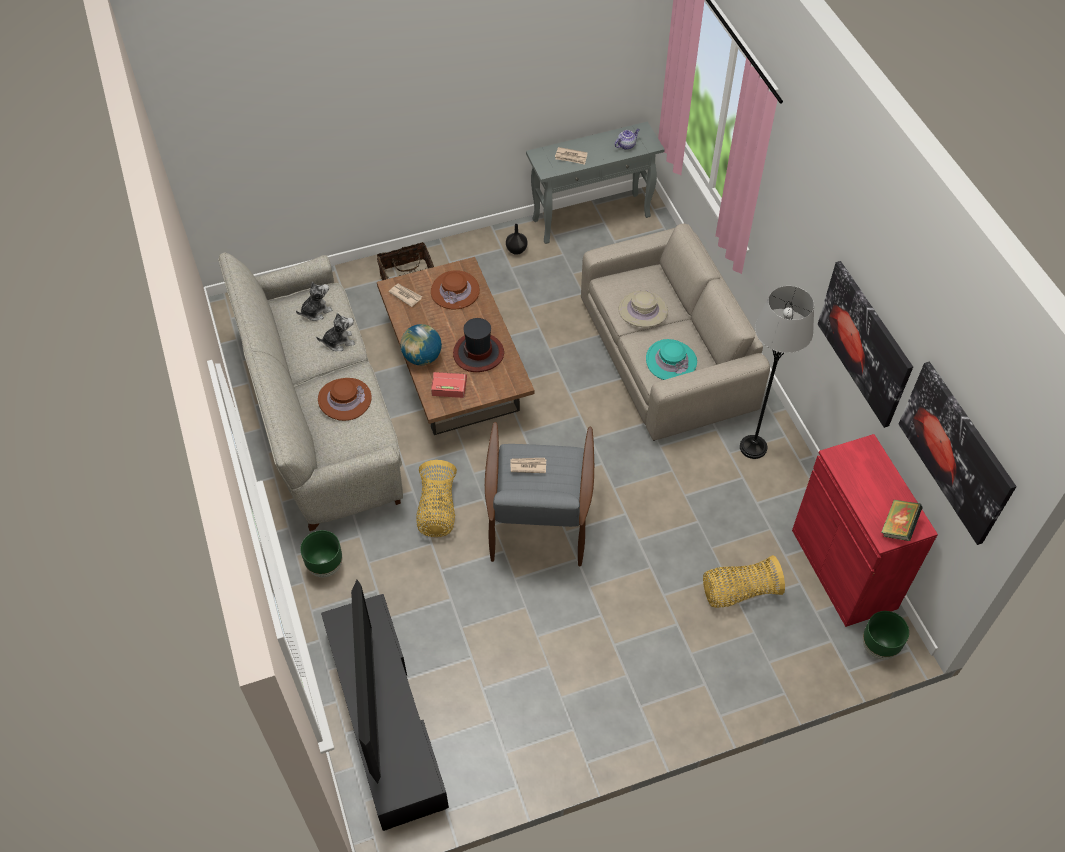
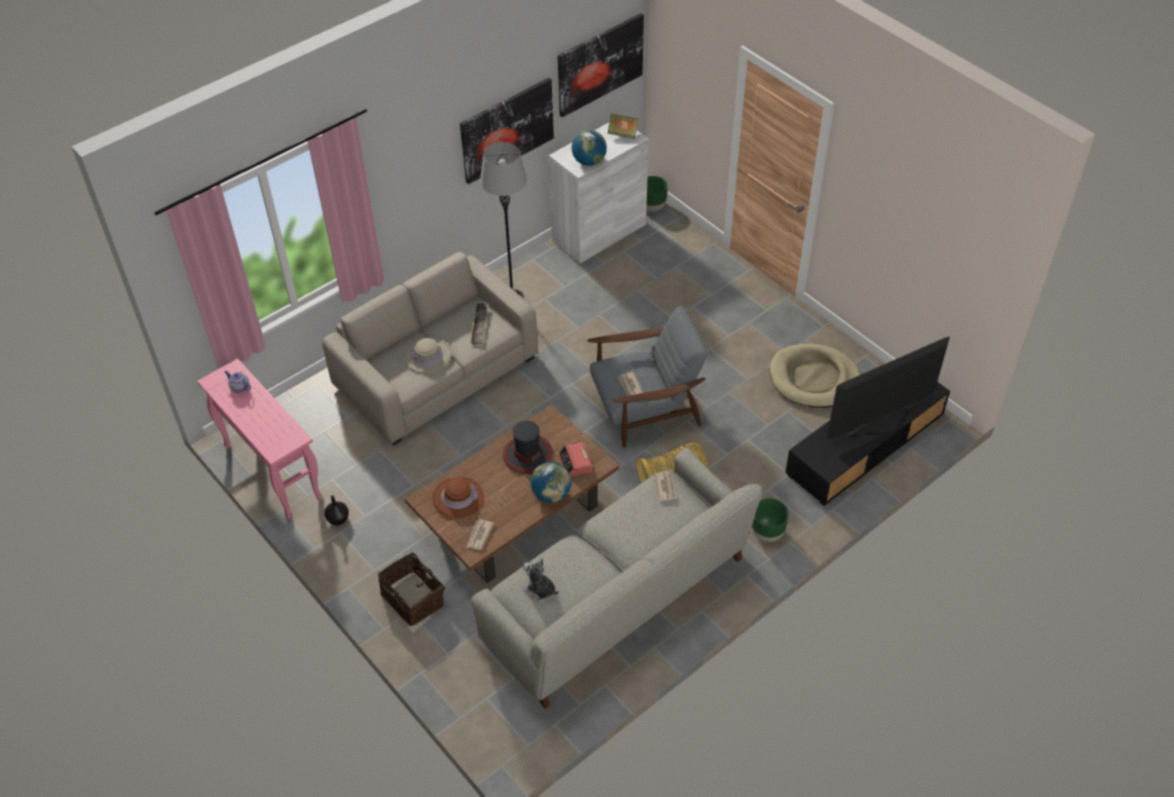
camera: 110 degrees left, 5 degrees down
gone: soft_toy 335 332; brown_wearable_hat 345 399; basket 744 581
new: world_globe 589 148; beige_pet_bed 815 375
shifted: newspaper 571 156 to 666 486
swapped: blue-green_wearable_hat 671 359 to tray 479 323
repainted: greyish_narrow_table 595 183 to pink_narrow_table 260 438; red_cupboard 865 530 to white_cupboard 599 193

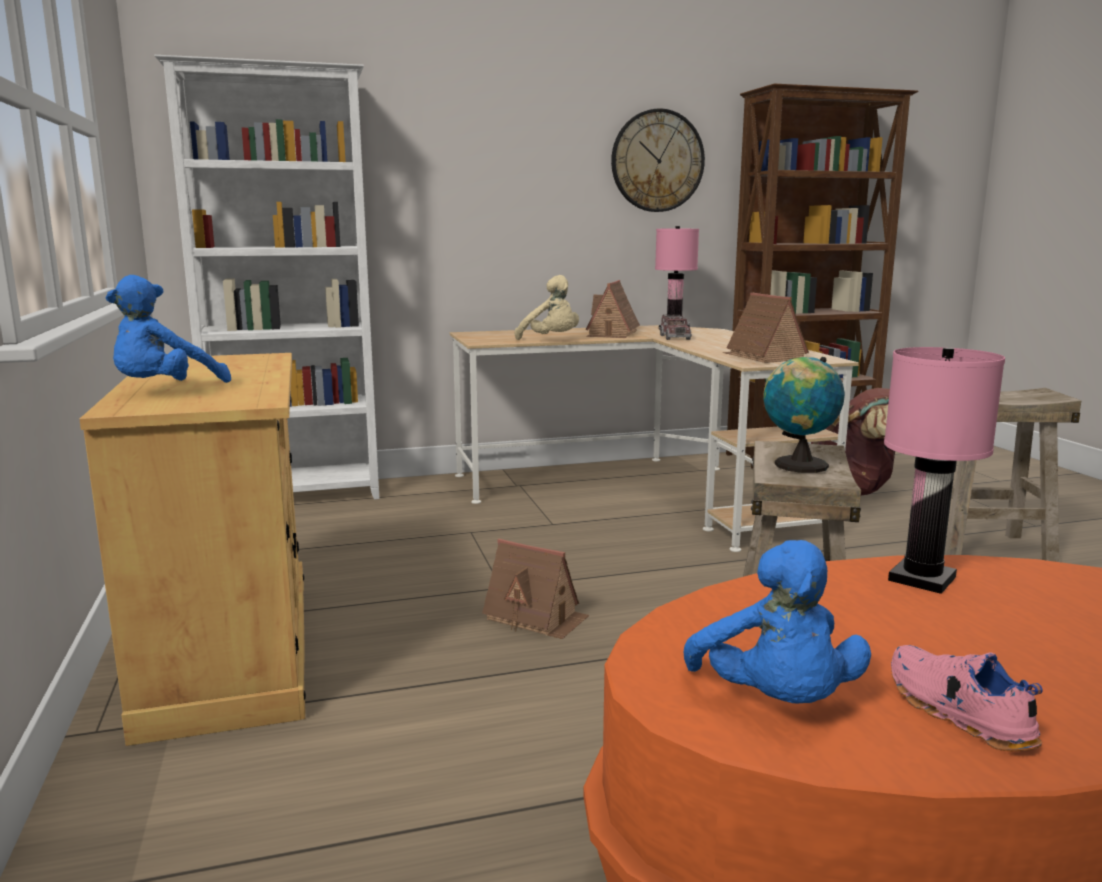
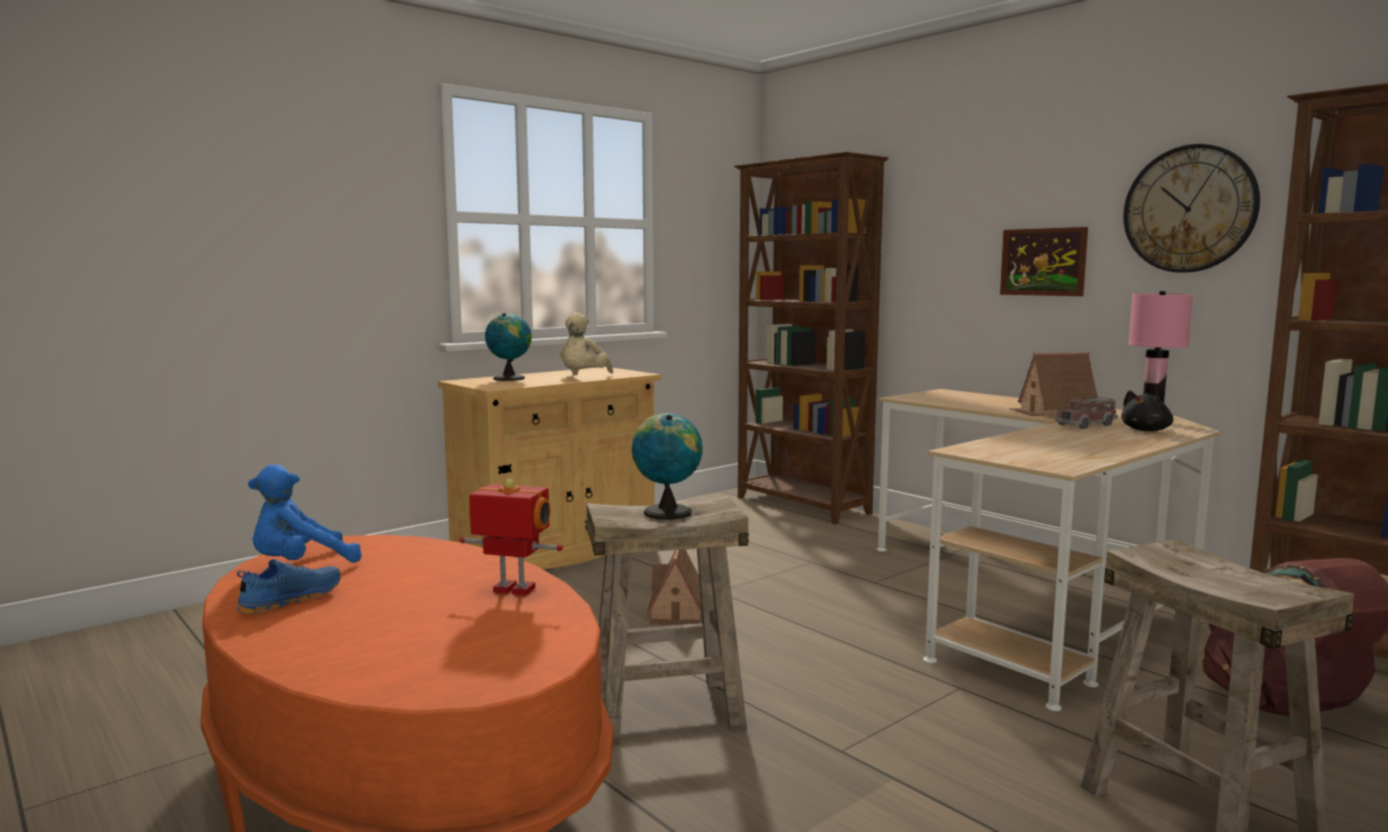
camera: 65 degrees right, 5 degrees down
gone: miniature_house 766 328
new: wall_picture 1044 261; black_soft_toy 1147 411
shifted: beige_soft_toy 546 307 to 586 343
swapped: bluish_soft_toy 168 329 to world_globe 508 347; pink_lamp_for_a_table 944 470 to robot_figure 511 537
repainted: white_shelving_unit 267 277 to brown_shelving_unit 811 338; pink_item_of_footwear 967 698 to bluish_item_of_footwear 289 587

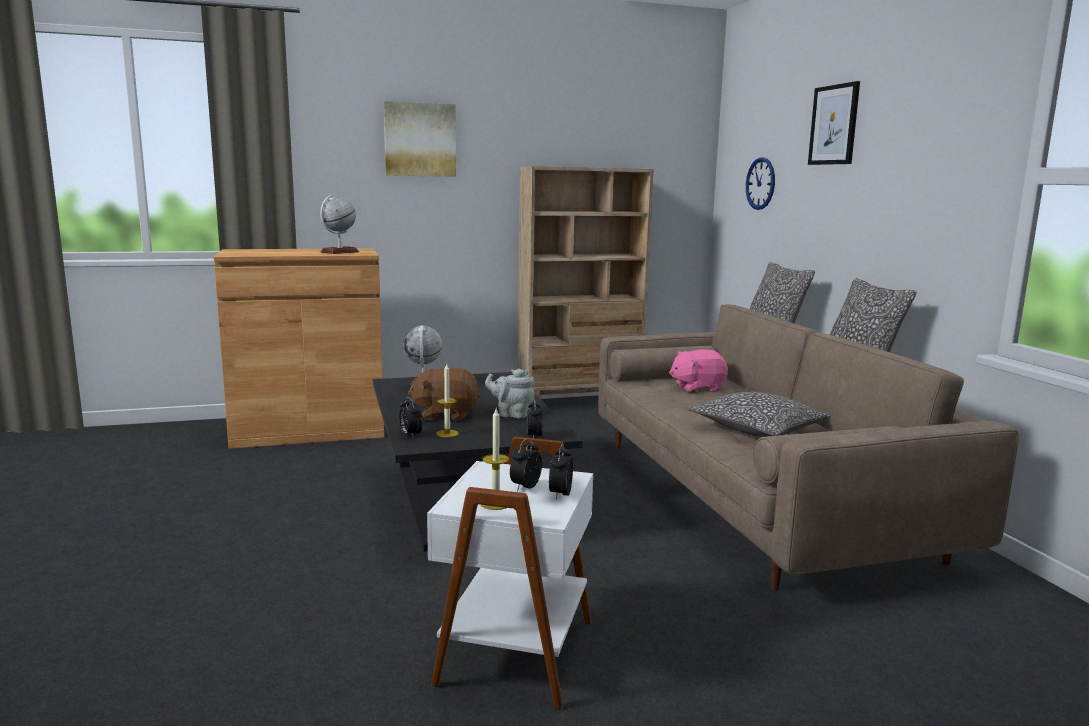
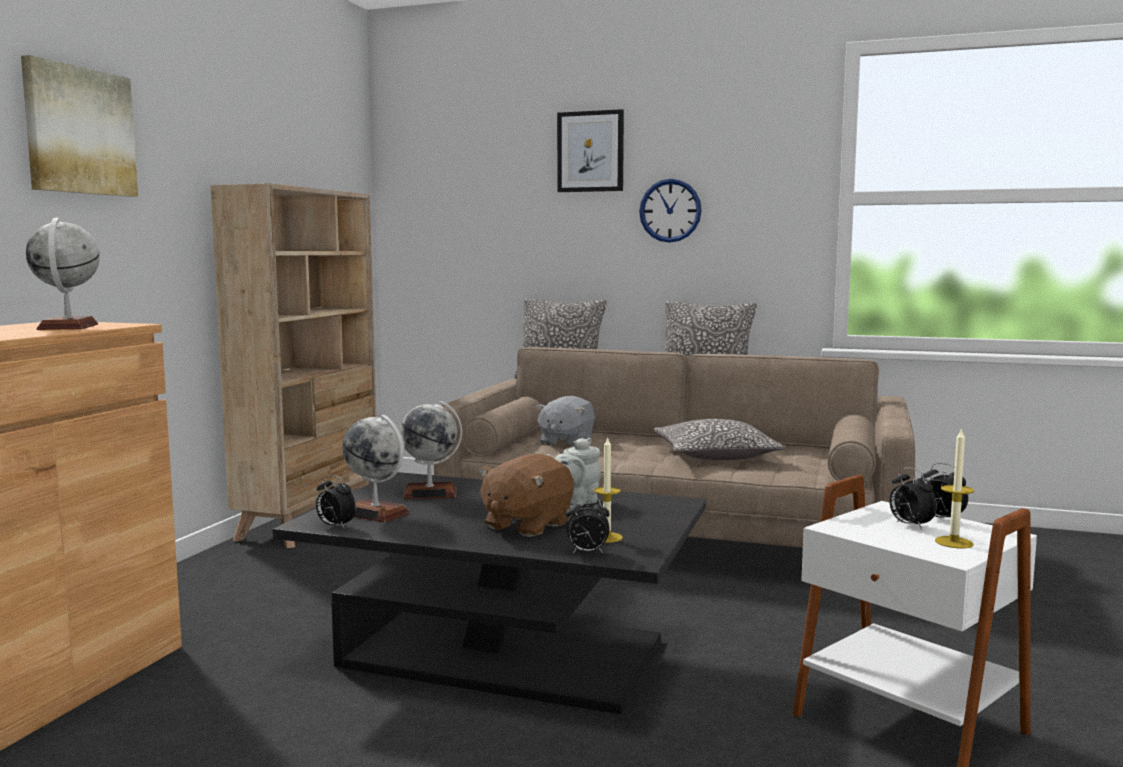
camera: 55 degrees left, 5 degrees down
new: world_globe 431 450
shifted: bedside_clock 534 418 to 336 502; clock_on_the_wall 760 183 to 670 211
repainted: pink_soft_toy 698 371 to greyish_soft_toy 565 421

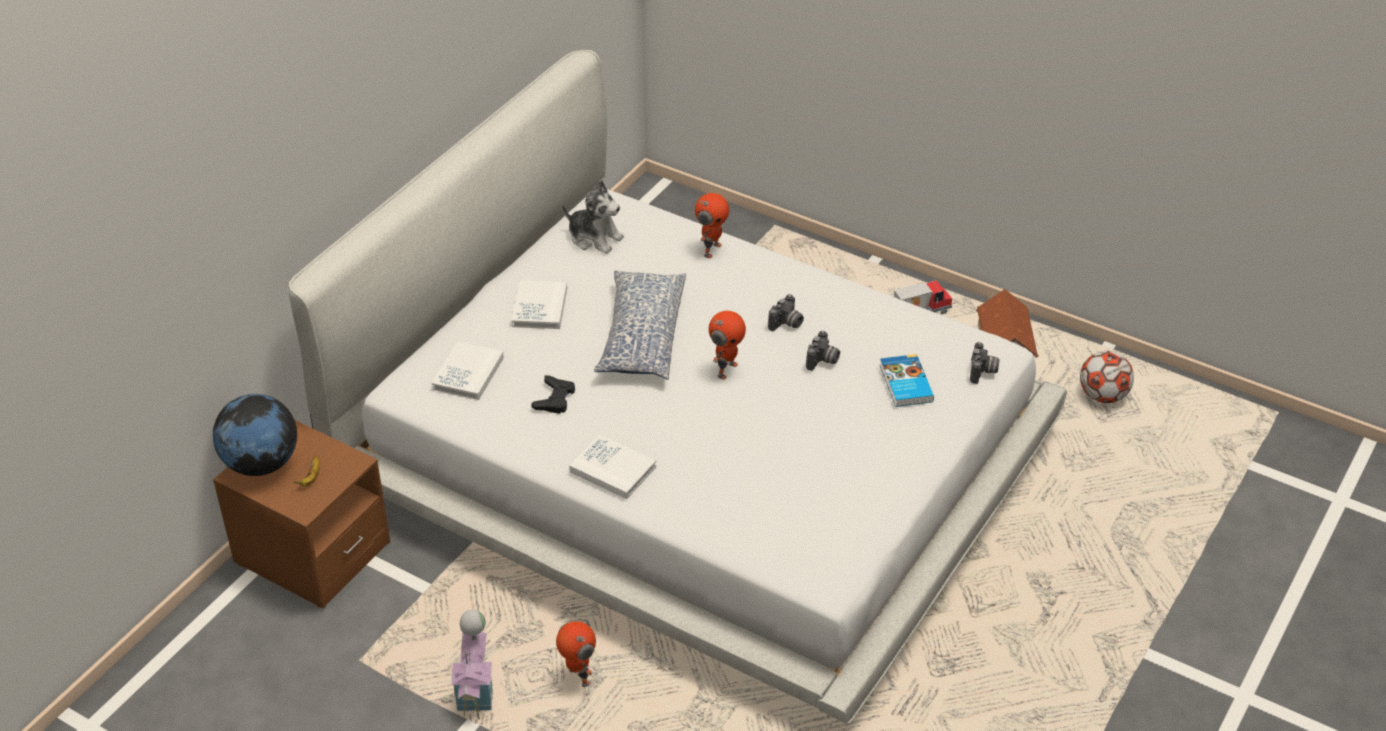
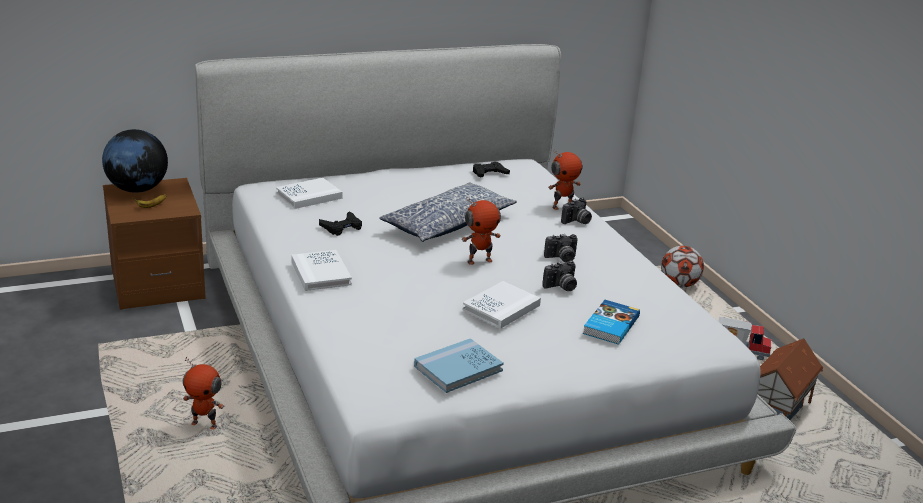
camera: 35 degrees right, 15 degrees down
gone: miniature_house 472 664
new: bluish_book 459 365
shifted: white_book 539 304 to 501 305; photo_camera 985 363 to 576 210; ball_for_football 1107 377 to 682 267
swapped: soft_toy 593 217 to black_joypad 491 169
rotated: robot_figure 576 654 = 203 393 105 degrees clockwise

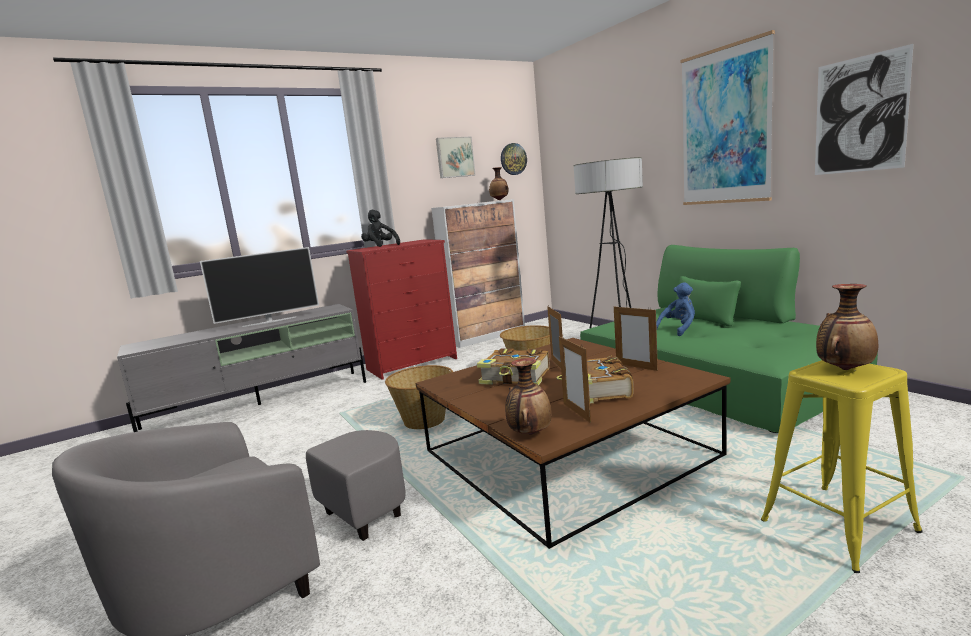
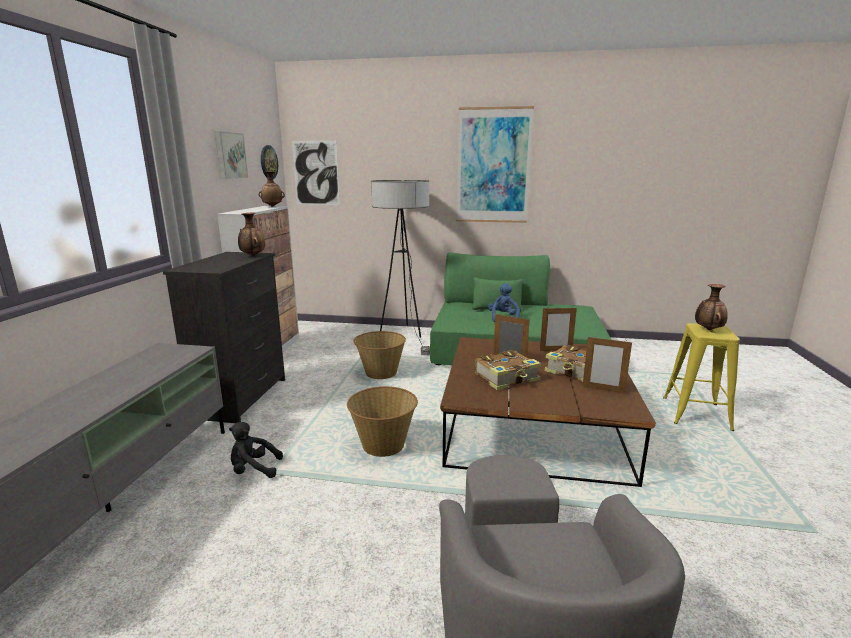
camera: 50 degrees left, 5 degrees up
gone: TV_set 259 287
shifted: black_soft_toy 380 228 to 256 450; flower_vase 528 396 to 251 234; wall_picture 864 109 to 316 173
repainted: red_drawer_chest 401 309 to black_drawer_chest 224 337

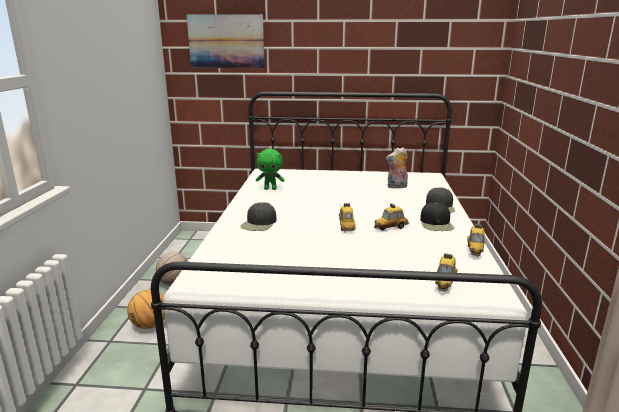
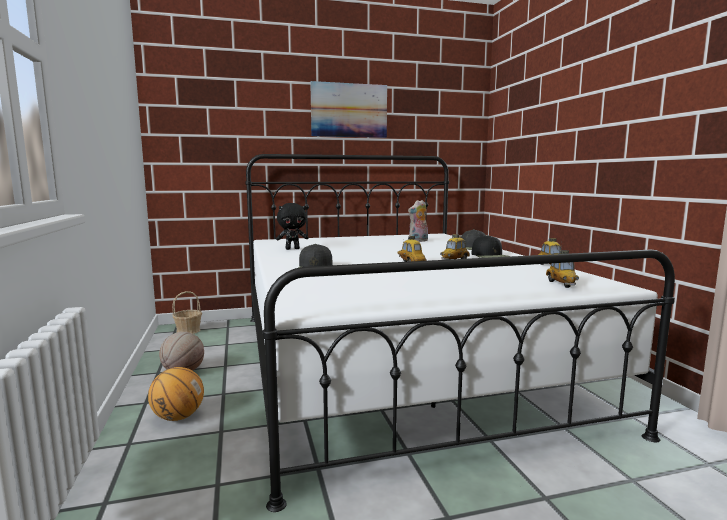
camera: 20 degrees left, 10 degrees down
new: basket 187 312
shifted: wall_picture 226 41 to 348 109
repainted: greenish_soft_toy 270 169 to black_soft_toy 292 226

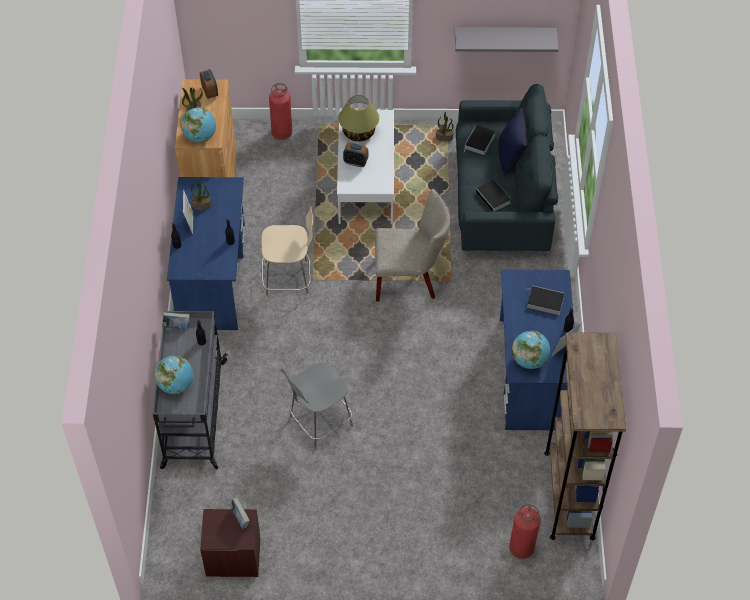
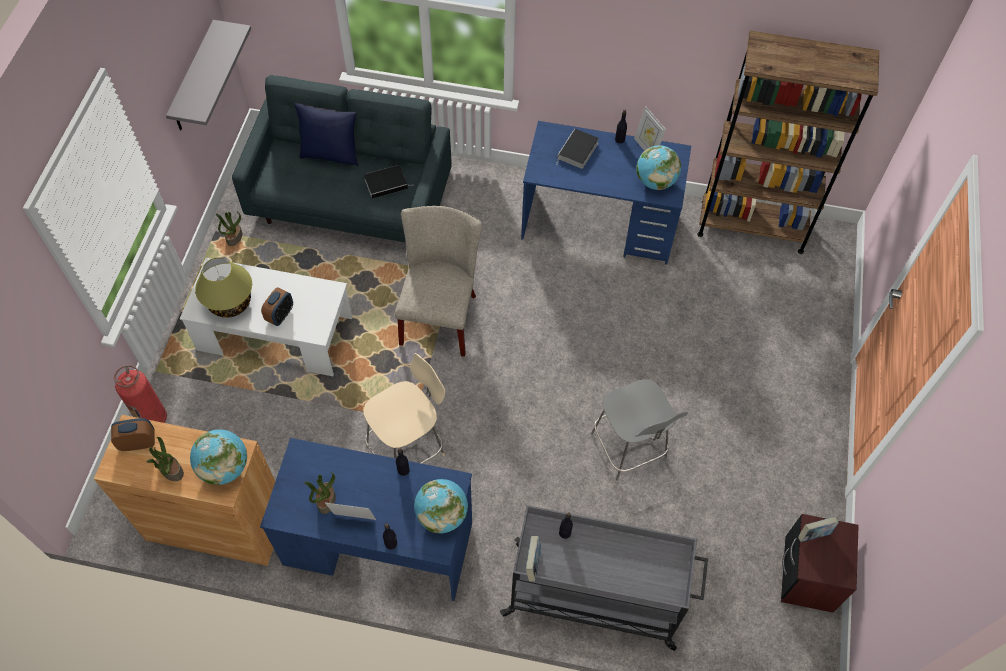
camera: 80 degrees left, 5 degrees up
gone: book 479 140; fire_extinguisher 525 531
shifted: world_globe 173 375 to 441 506
rotated: beige_plain_chair 287 253 = 404 408 45 degrees clockwise

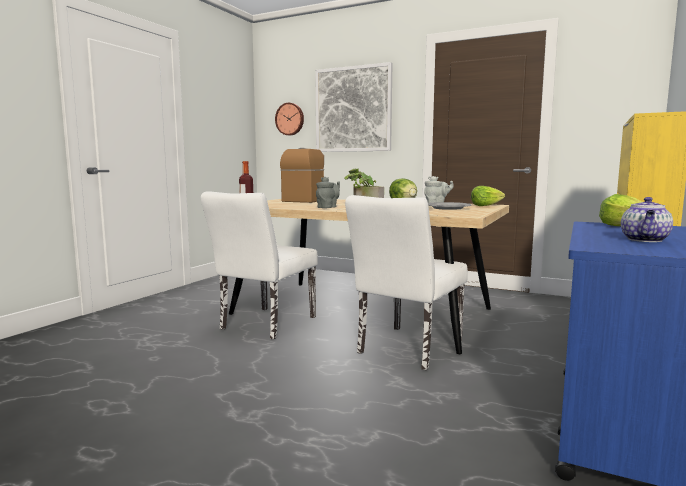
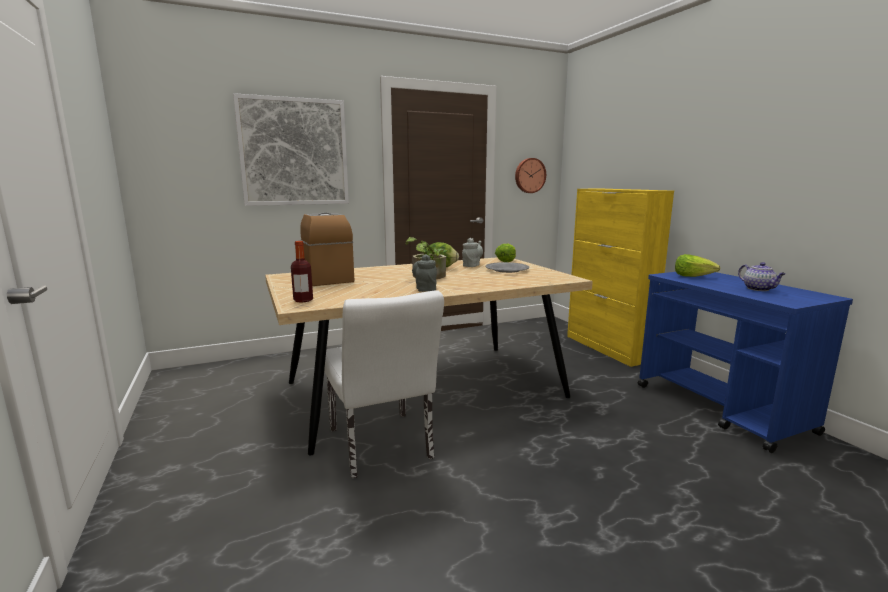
camera: 50 degrees left, 5 degrees up
gone: white_plain_chair 406 282
shifted: clock_on_the_wall 289 119 to 530 175

